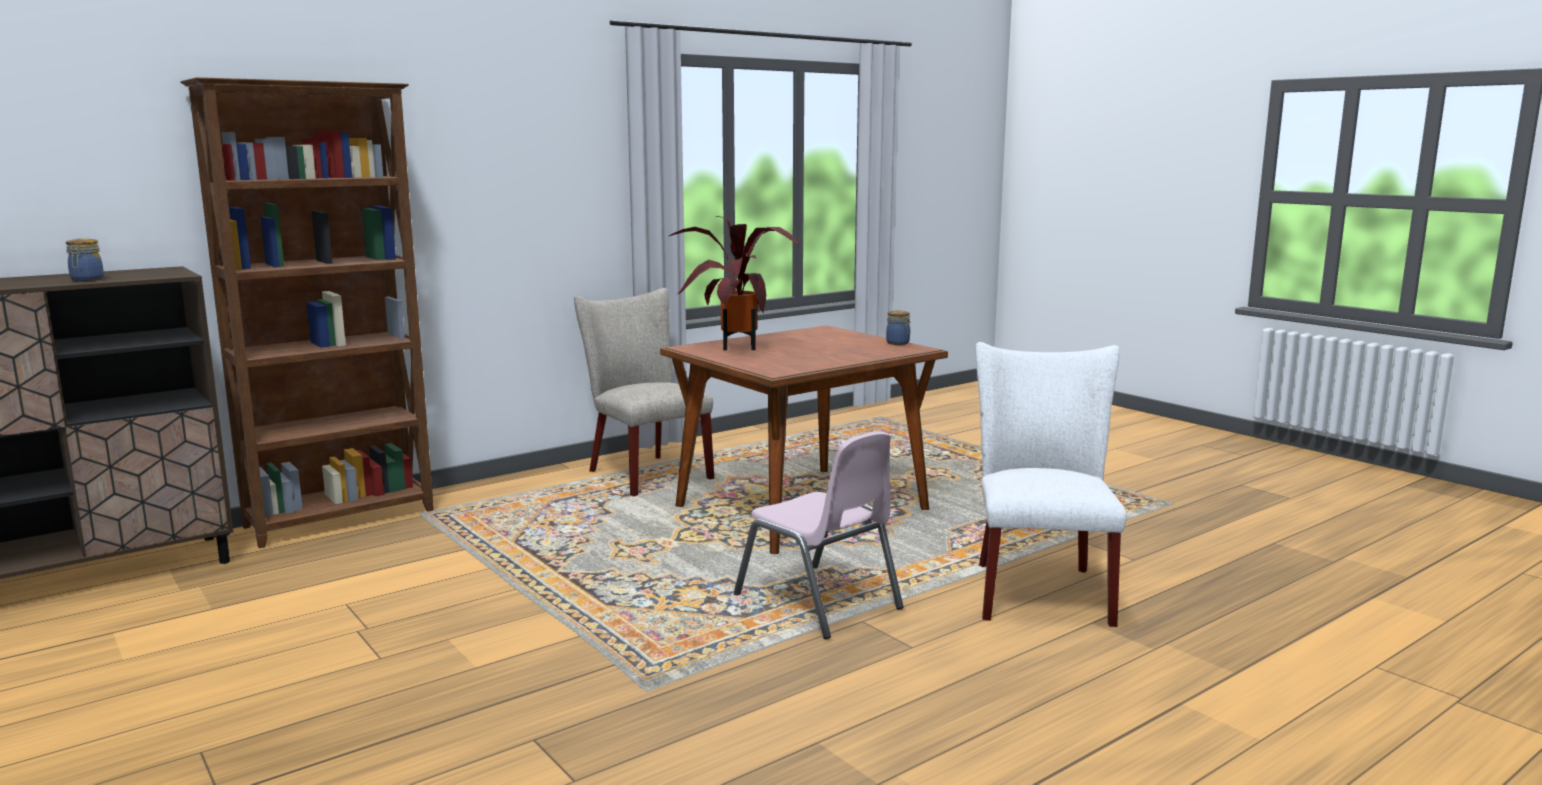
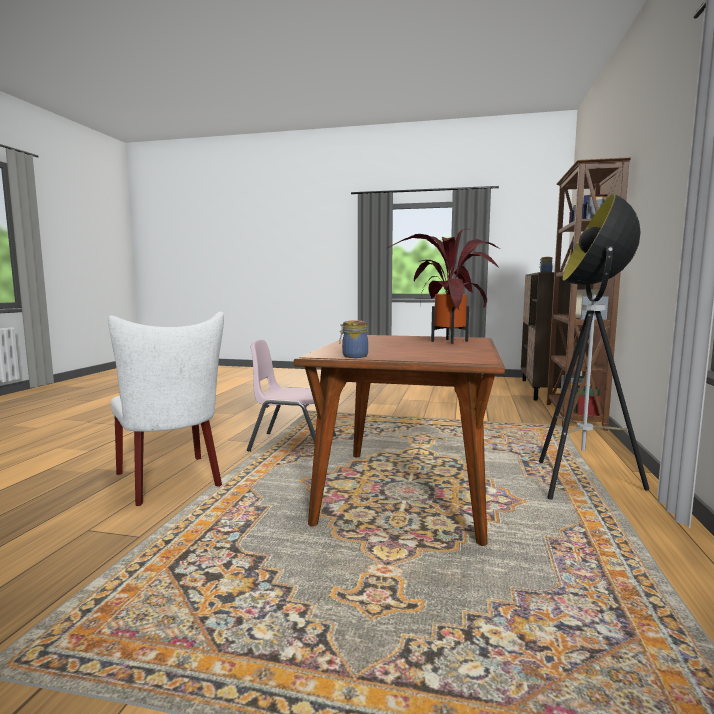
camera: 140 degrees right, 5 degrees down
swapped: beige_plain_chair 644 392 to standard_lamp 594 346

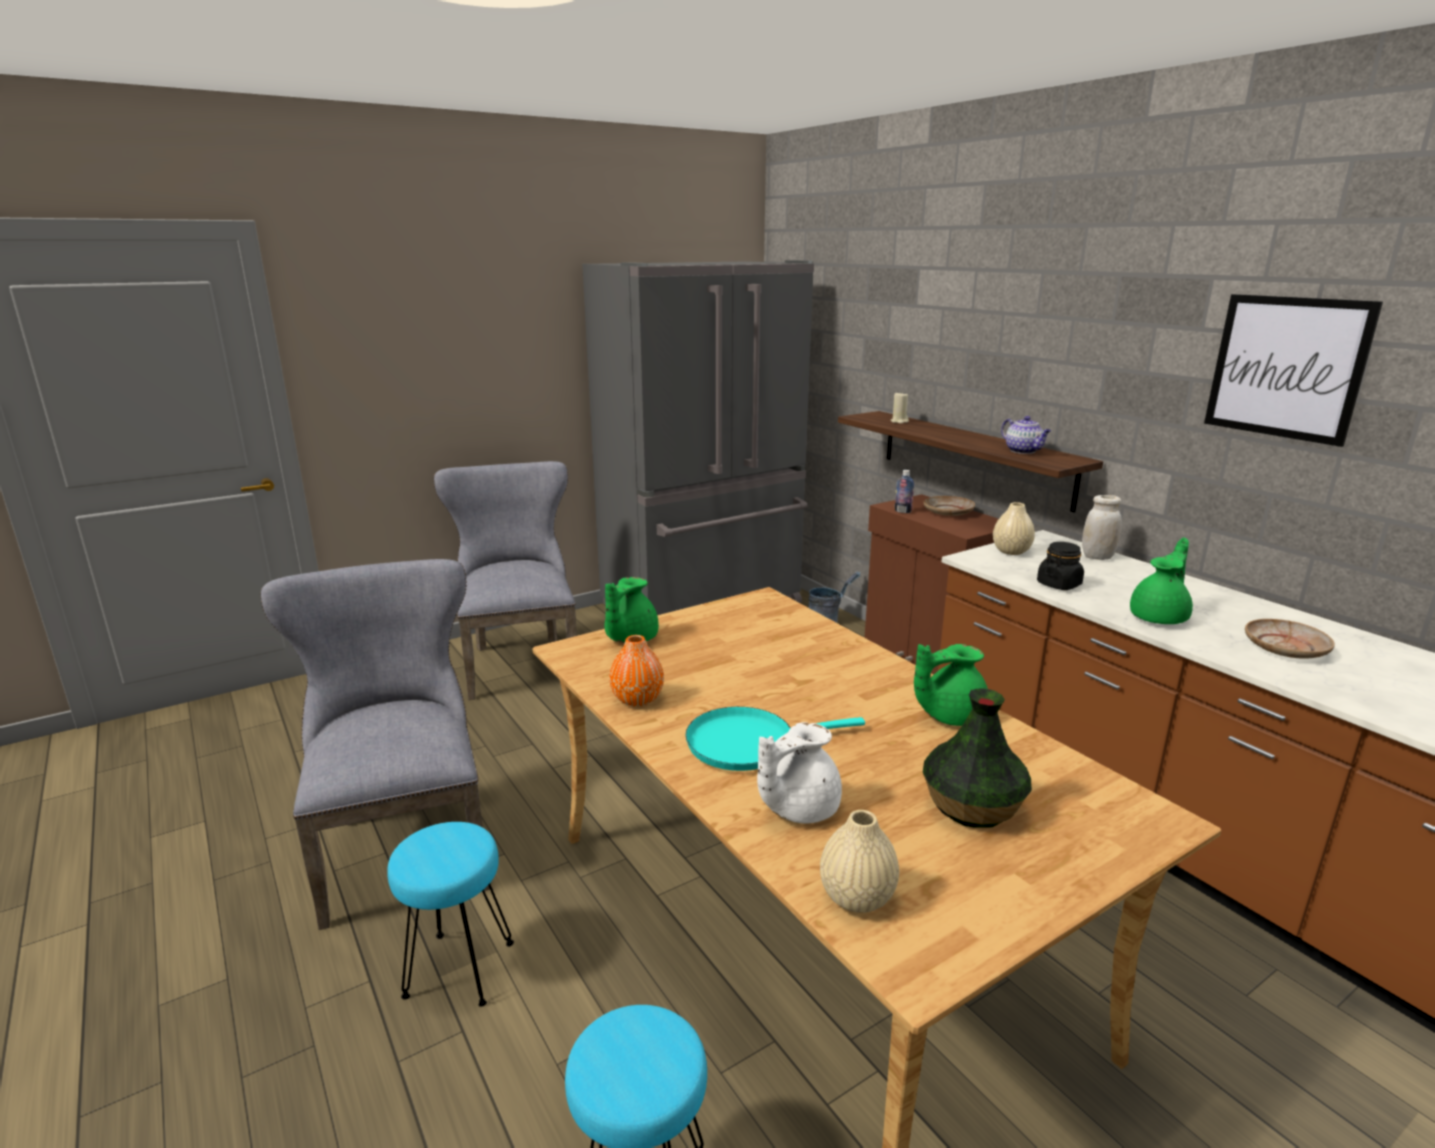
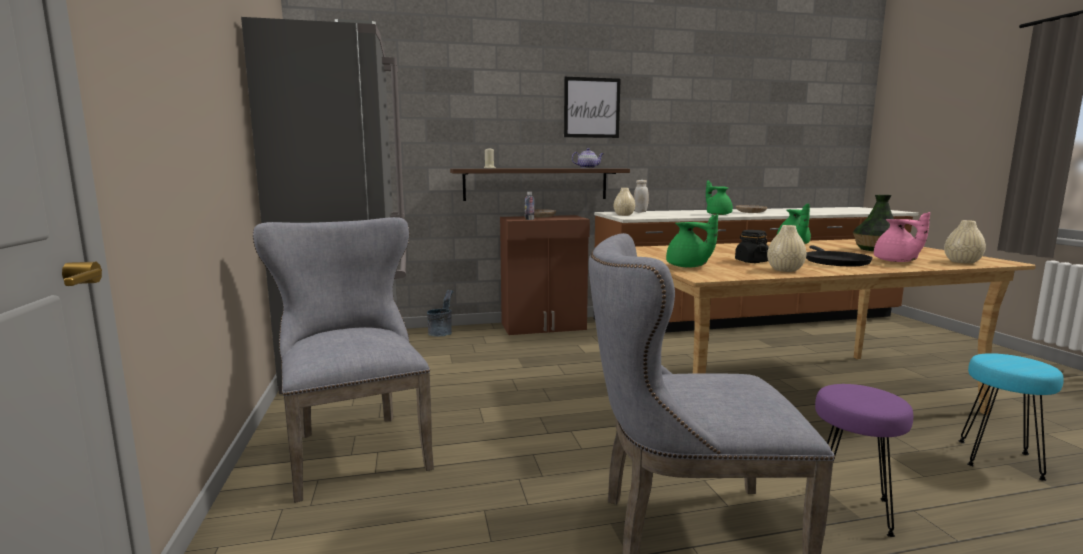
camera: 70 degrees left, 10 degrees down
shifted: black_preserve_jar 1060 566 to 752 246; wall_picture 1293 370 to 592 107
repainted: blue-green_stool_seat 450 914 to purple-coloured_stool_seat 864 460; orangey_flower_vase 636 671 to beige_flower_vase 787 248; blue-green_pan 775 739 to black_pan 839 256; white_pot_for_tea 799 773 to pink_pot_for_tea 902 237
rotated: greyish_plain_chair 505 580 = 343 360 60 degrees clockwise

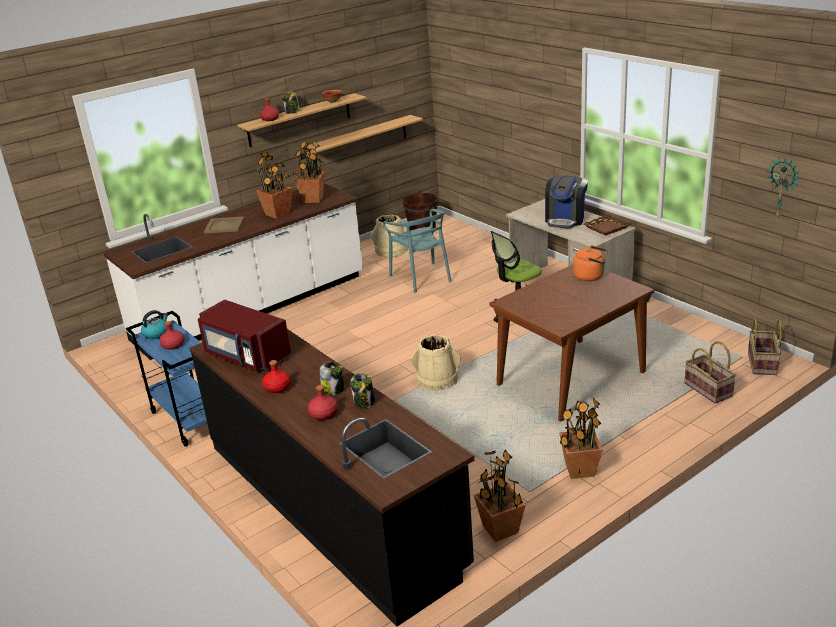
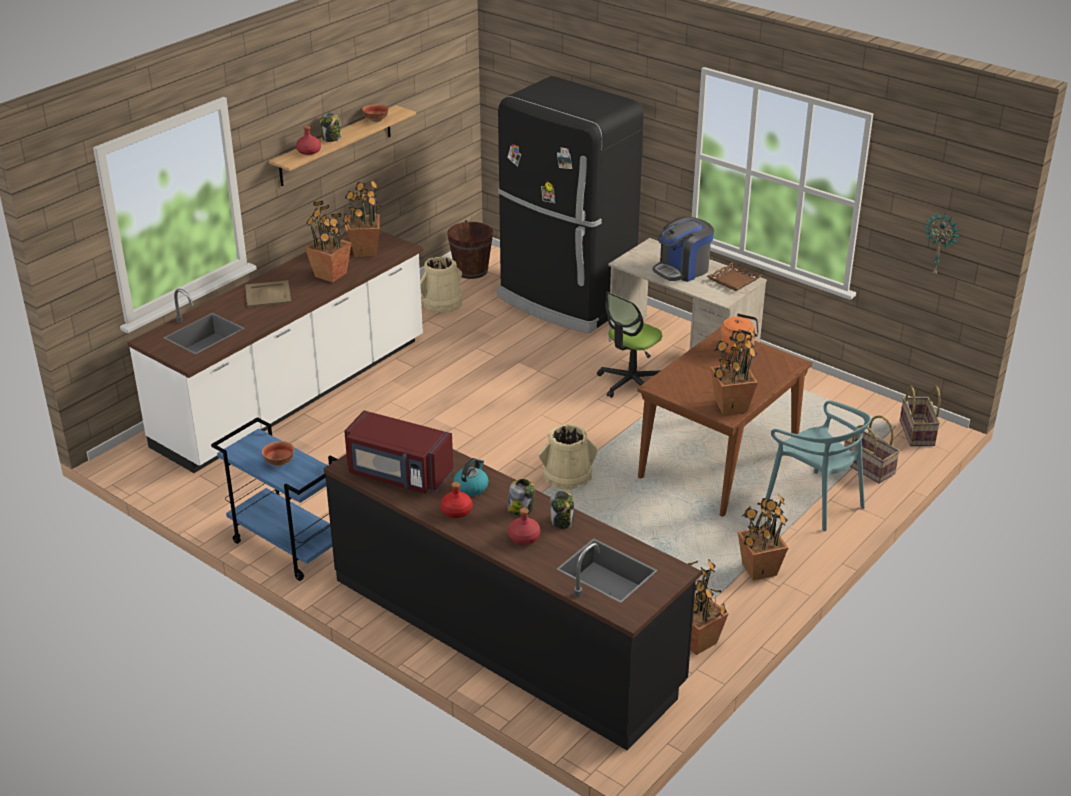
camera: 15 degrees left, 5 degrees up
gone: bracket_shelf 364 138
new: black_kitchen_fridge 570 205; houseplant 734 371
shifted: tea_kettle 154 324 to 471 477; blue-green_plain_chair 417 251 to 818 466
swapped: red_beverage_bottle 172 335 to deep_dish 278 453
rotated: coffee_maker 566 202 = 683 249 45 degrees clockwise

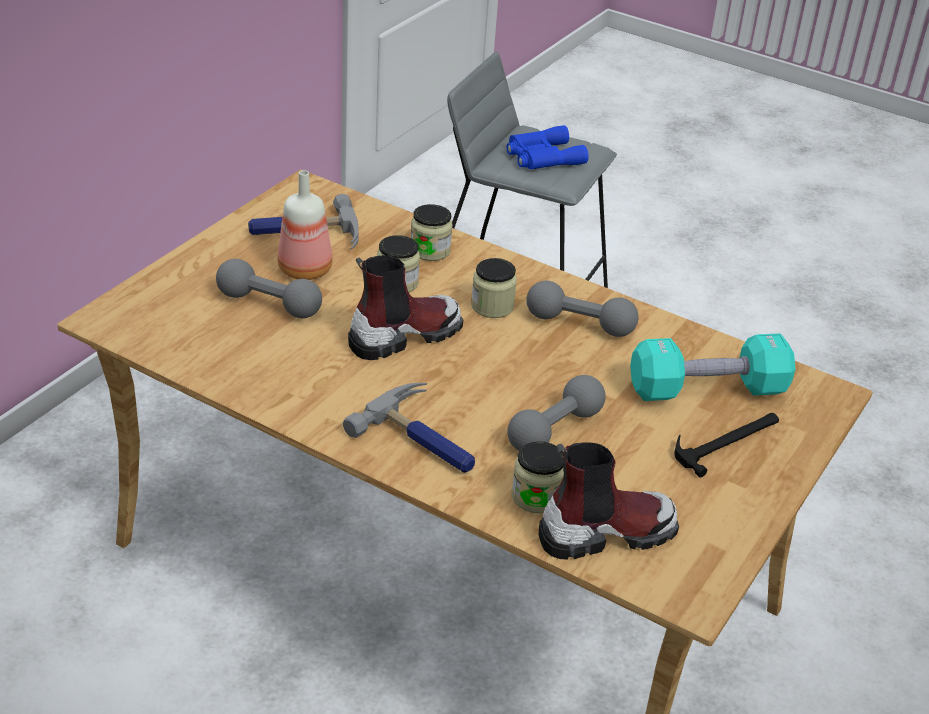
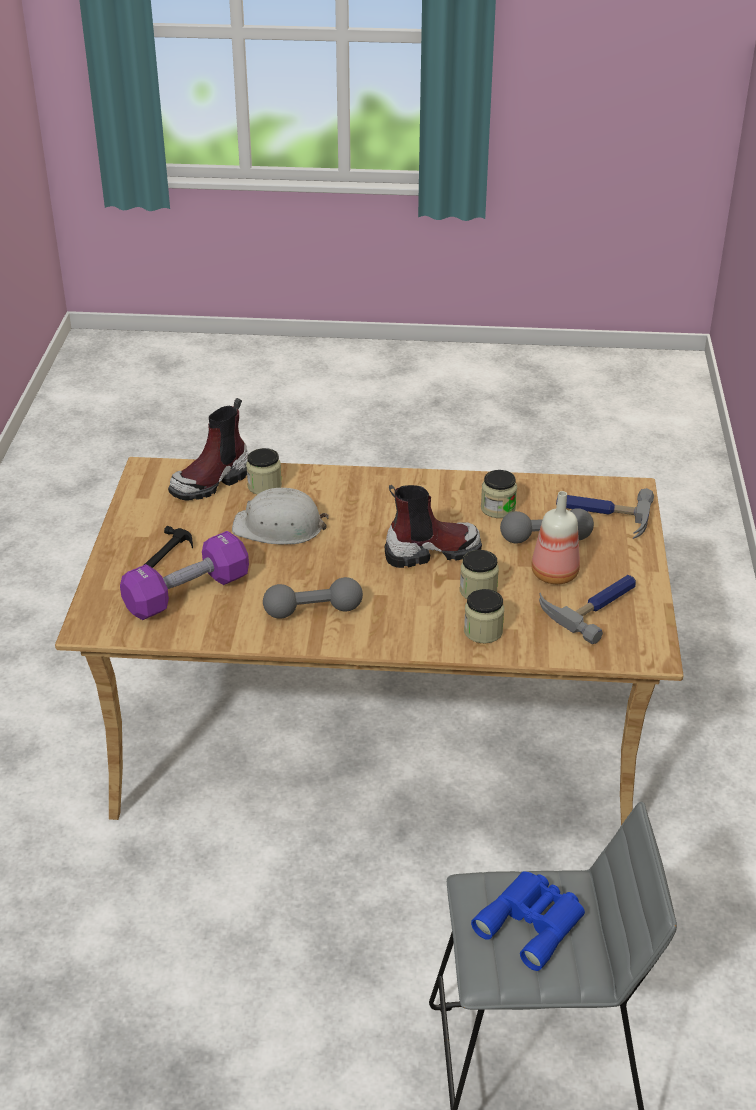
camera: 155 degrees right, 0 degrees up
shifted: tool_hammer 409 428 to 605 513; preserve_jar 494 288 to 499 494
swapped: greyish_free_weight 556 413 to white_hard_hat 280 516
repainted: blue-green_free_weight 712 367 to purple-coloured_free_weight 184 575
rotated: tall_boot 405 307 = 433 526 135 degrees counterclockwise

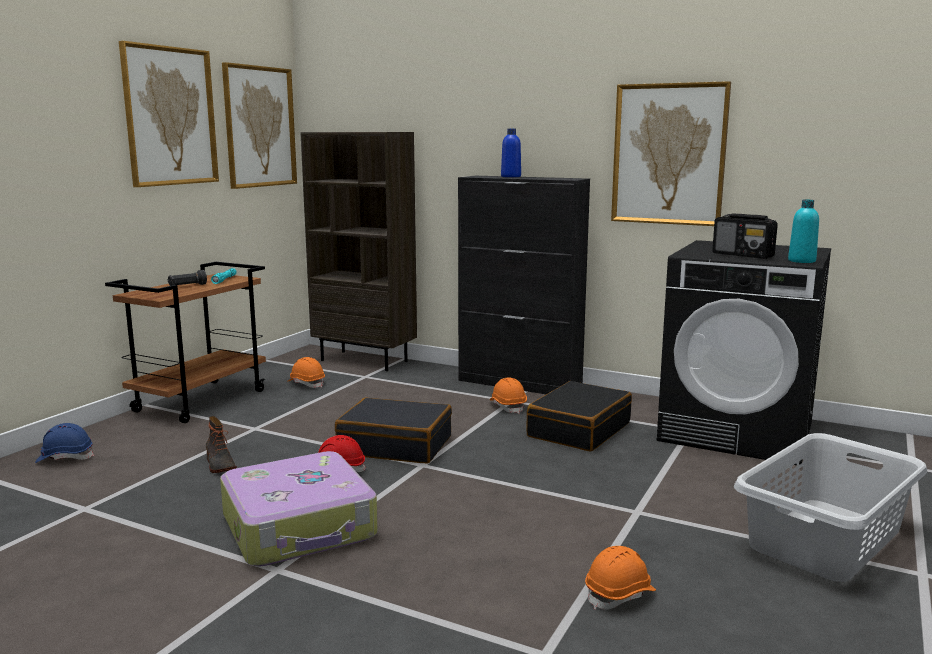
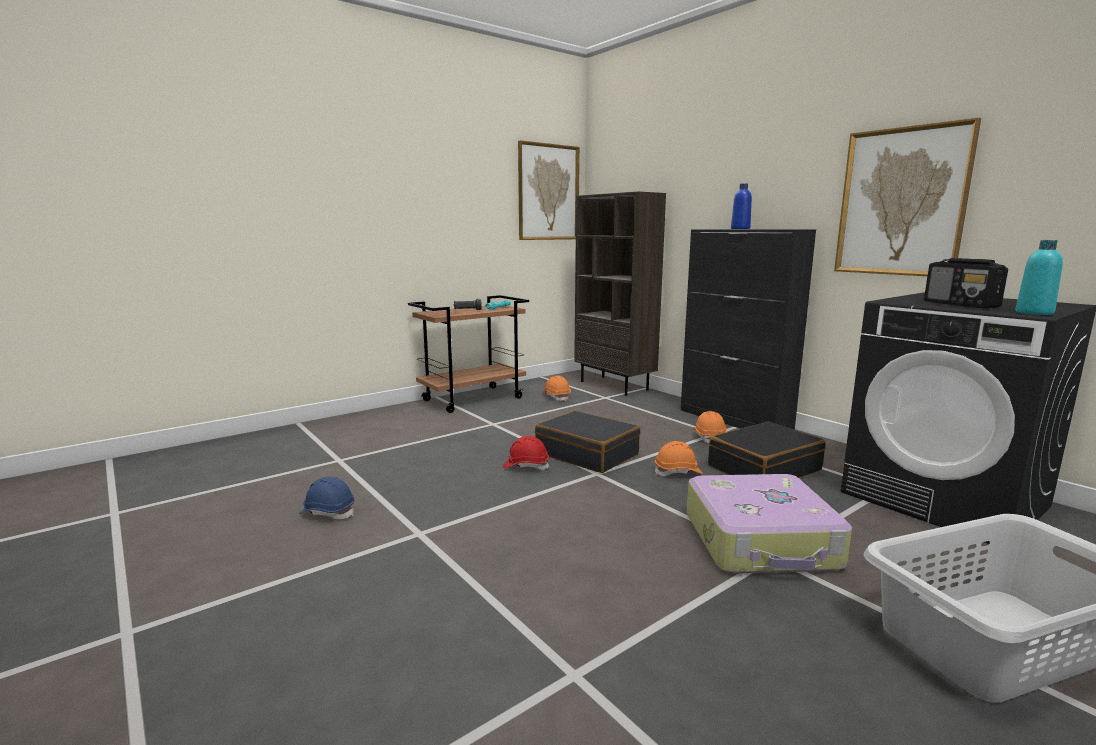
camera: 25 degrees right, 0 degrees up
gone: wall_picture 169 114; tall_boot 221 444
shifted: bluish_hard_hat 64 443 to 327 498; suitcase 299 509 to 769 524; orangey_hard_hat 620 578 to 679 458

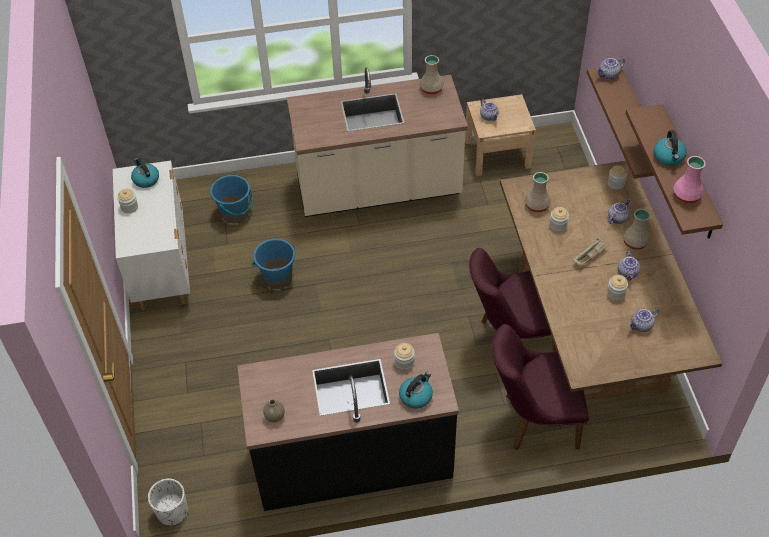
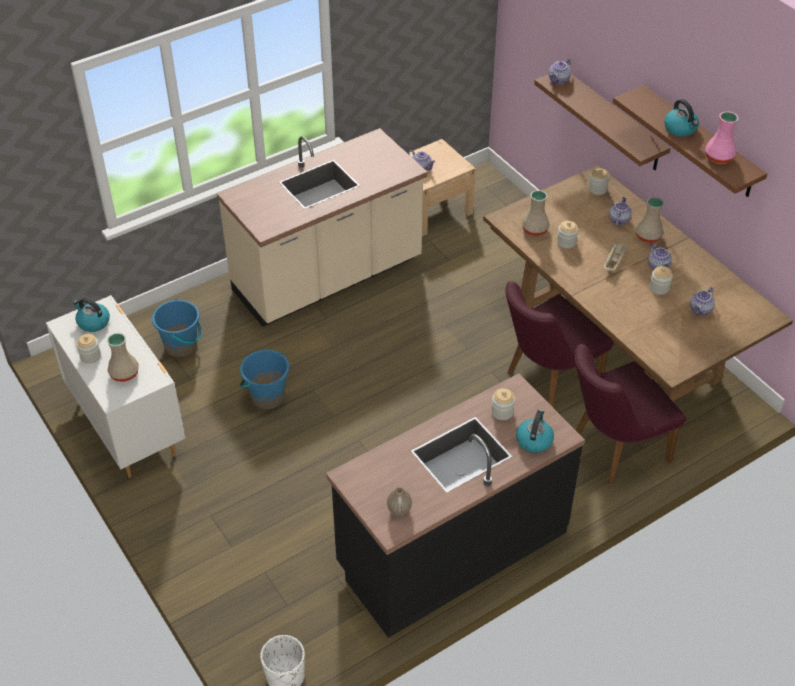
camera: 25 degrees left, 5 degrees down
shifted: beige_flower_vase 431 75 to 123 357

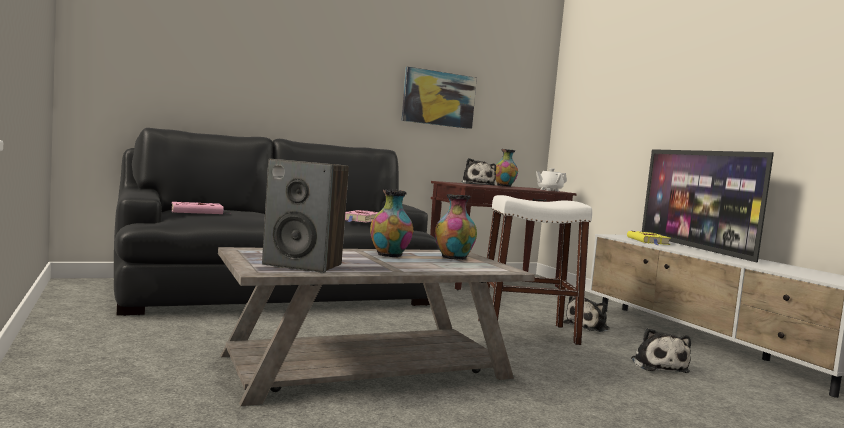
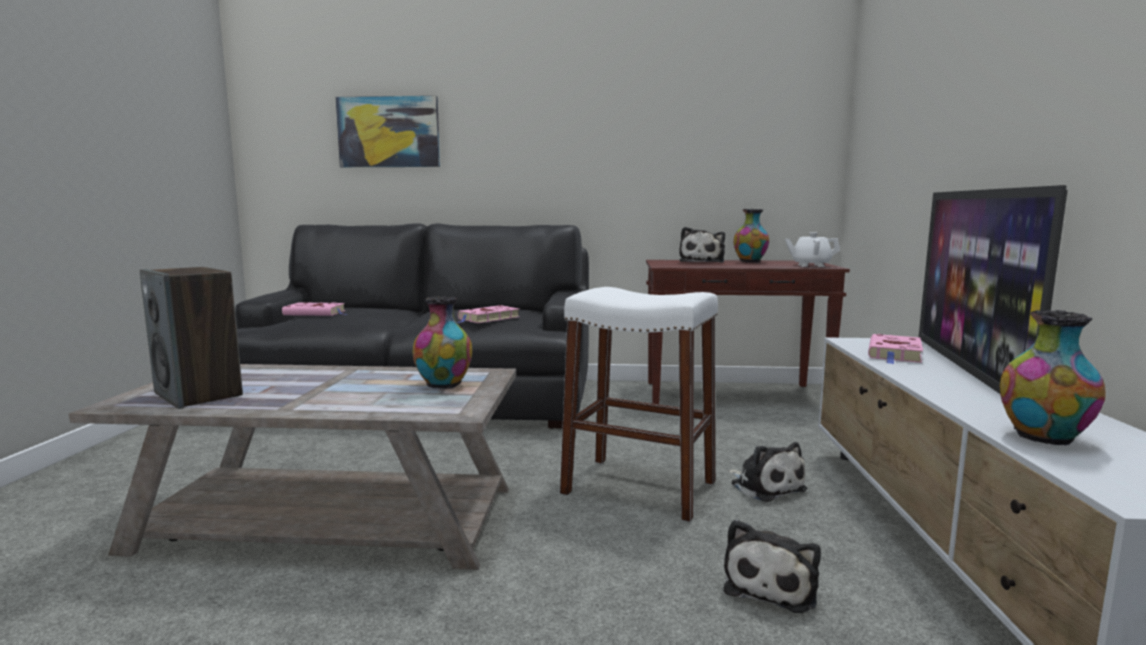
camera: 30 degrees right, 5 degrees up
shifted: flower_vase 391 223 to 1053 377; wall_picture 439 97 to 387 131
repainted: yellow_book 648 238 to pink_book 895 349
rotated: soft_toy 586 314 = 767 472 105 degrees counterclockwise

